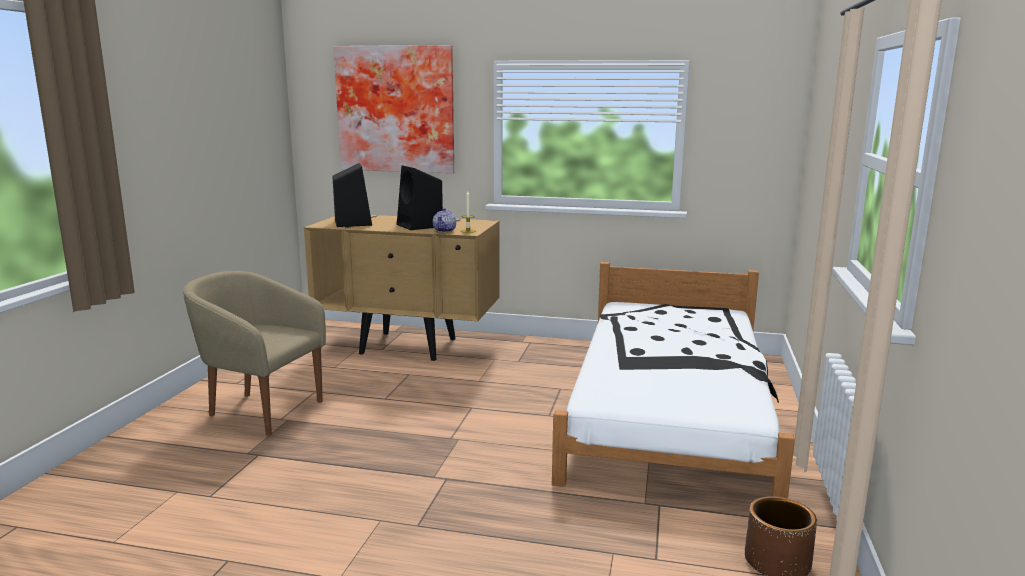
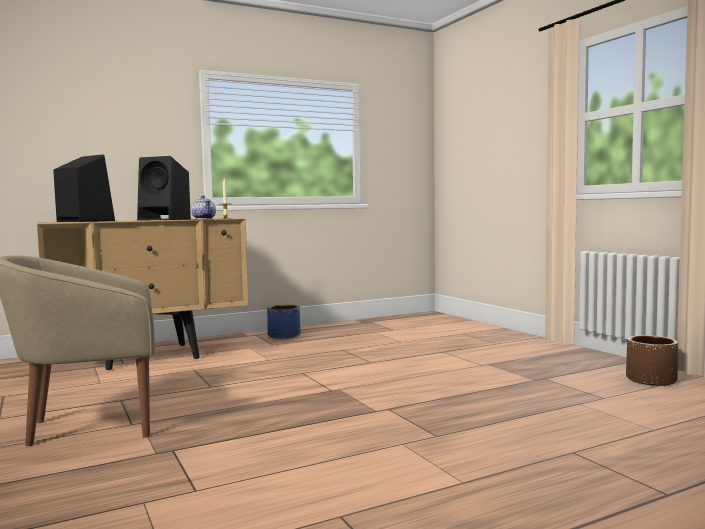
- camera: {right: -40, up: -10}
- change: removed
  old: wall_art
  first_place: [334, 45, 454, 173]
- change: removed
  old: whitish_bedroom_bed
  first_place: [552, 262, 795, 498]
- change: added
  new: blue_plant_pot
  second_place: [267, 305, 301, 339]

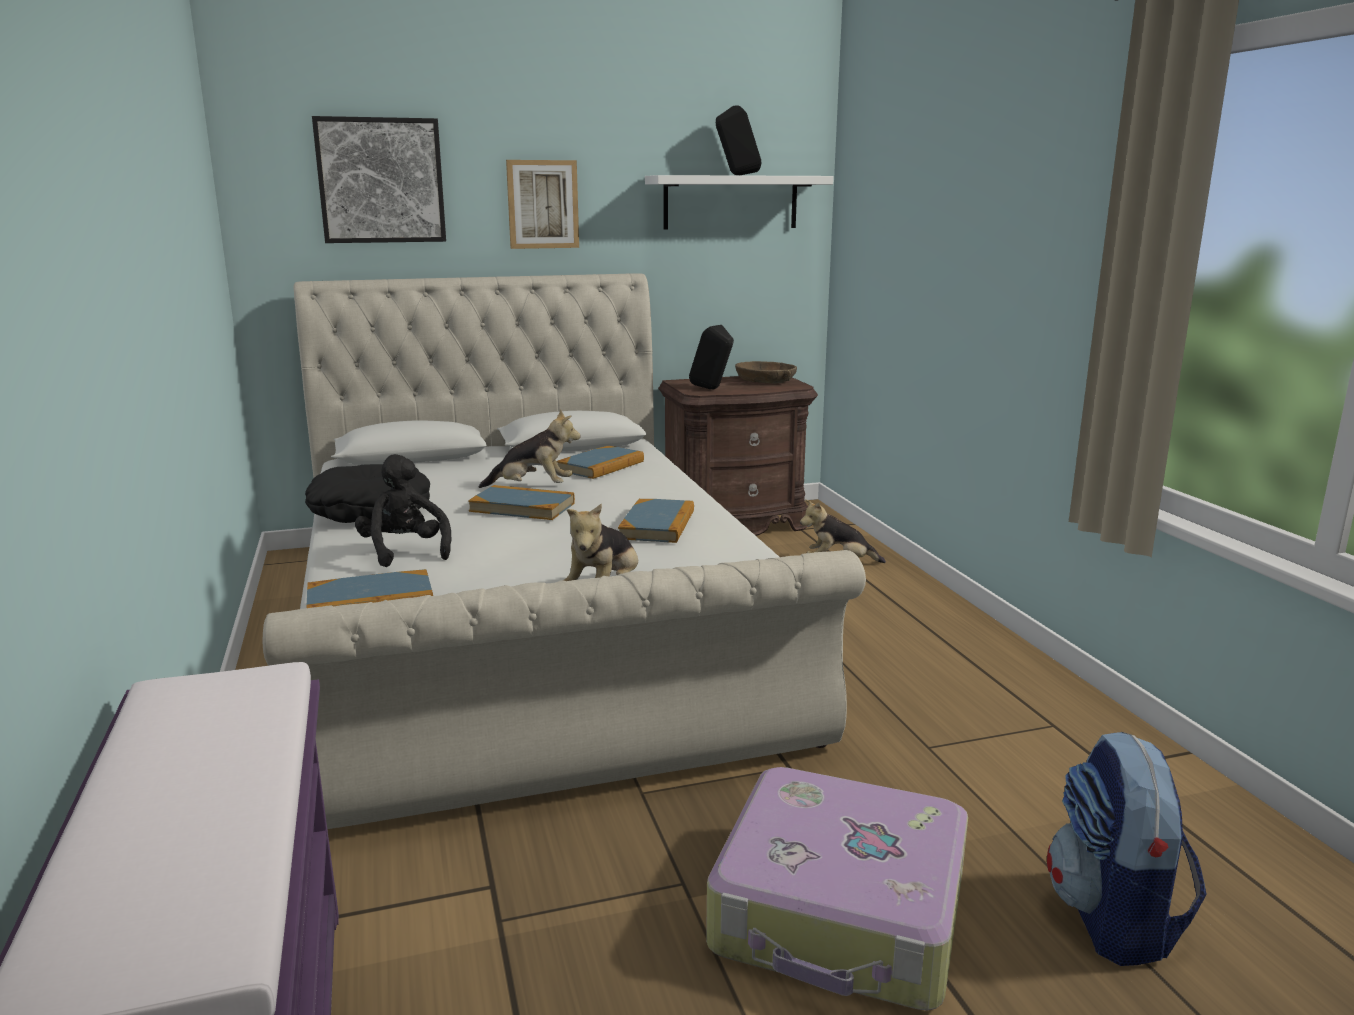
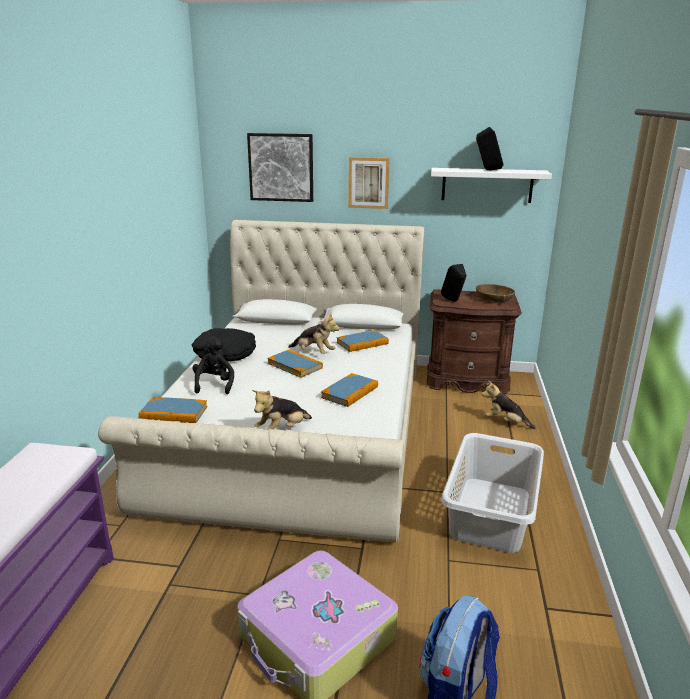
- camera: {right: 25, up: 5}
- change: added
  new: grey_washing_basket
  second_place: [441, 433, 544, 553]

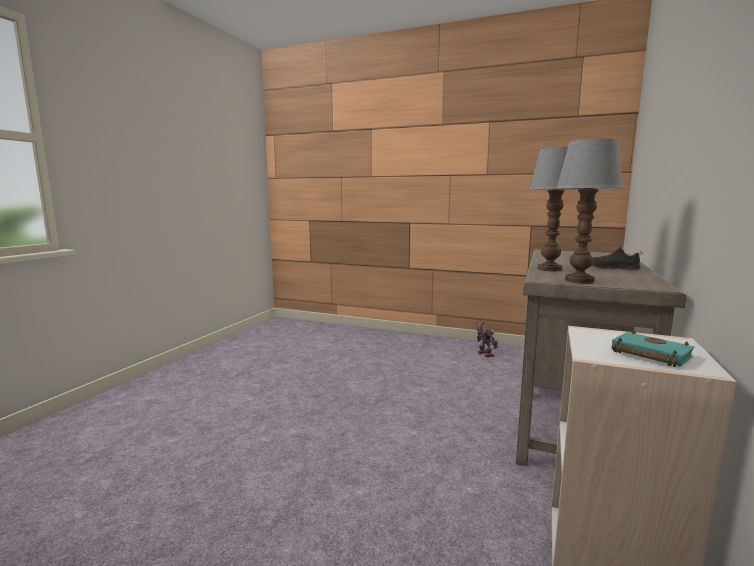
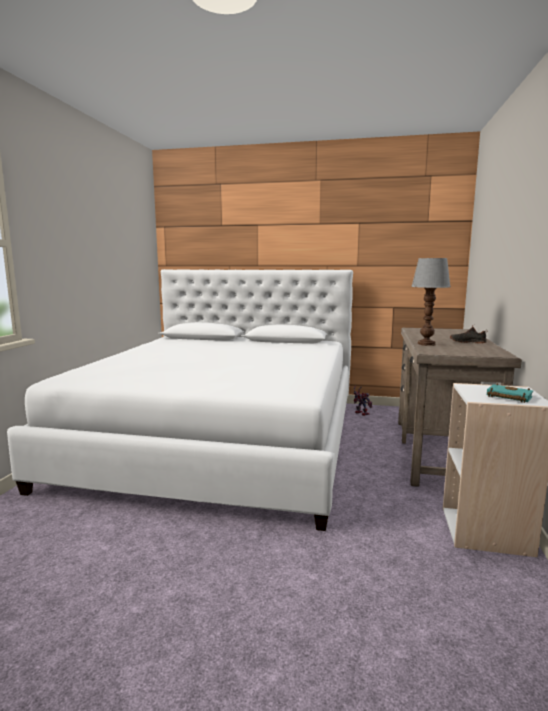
- camera: {right: -10, up: 0}
- change: removed
  old: lamp_for_a_table
  first_place: [556, 138, 623, 284]
- change: added
  new: whitish_bedroom_bed
  second_place: [7, 269, 353, 531]

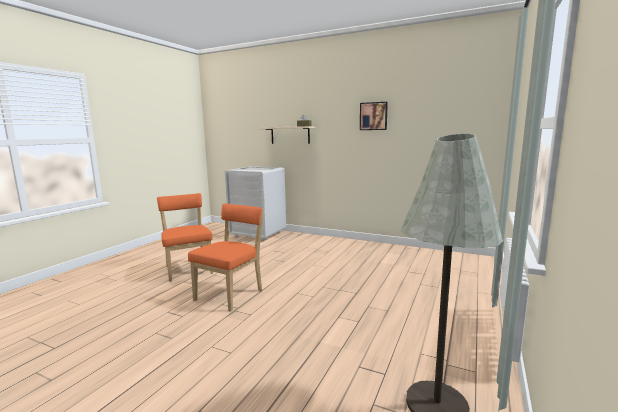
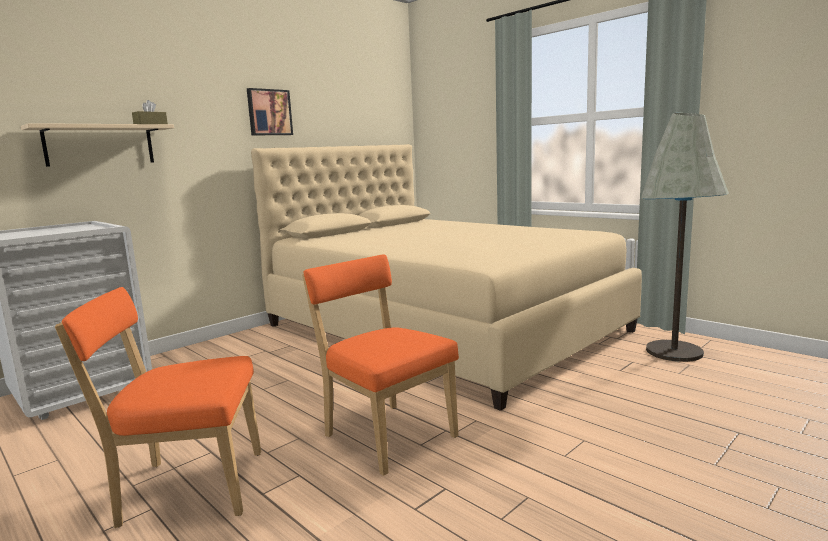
- camera: {right: -70, up: 0}
- change: added
  new: beige_bedroom_bed
  second_place: [251, 144, 642, 411]

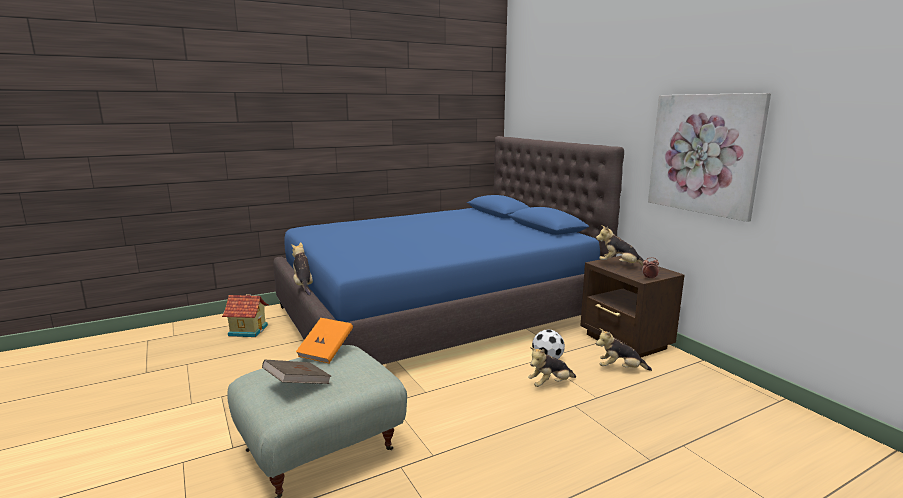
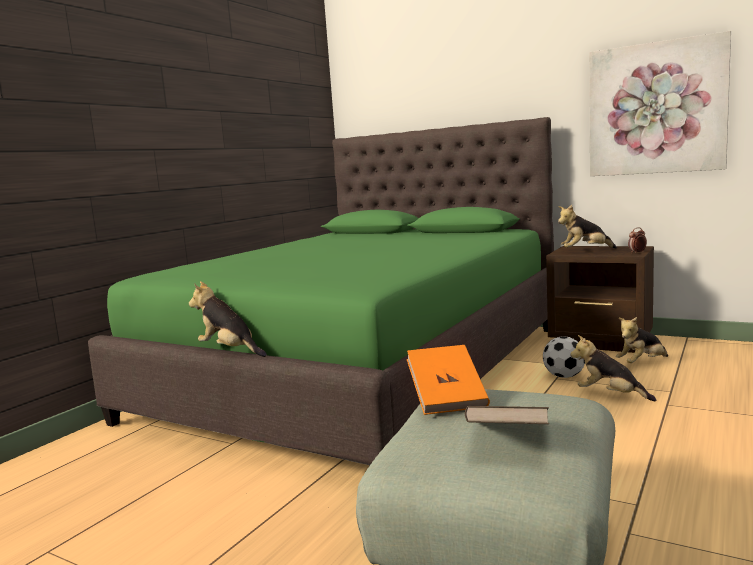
- camera: {right: -30, up: -5}
- change: recoloured
  old: blue_bedroom_bed
  new: green_bedroom_bed
  first_place: [273, 136, 624, 365]
  second_place: [88, 117, 554, 466]
- change: removed
  old: toy_house
  first_place: [222, 294, 269, 337]
- change: turned
  old: soft_toy
  first_place: [528, 347, 576, 387]
  second_place: [570, 335, 656, 401]
  degrees: 90

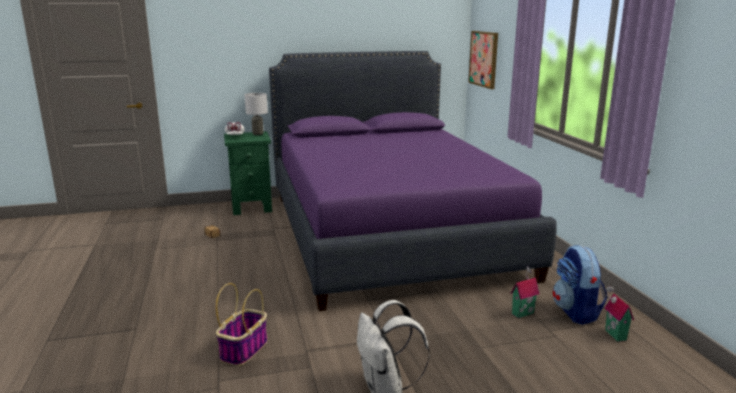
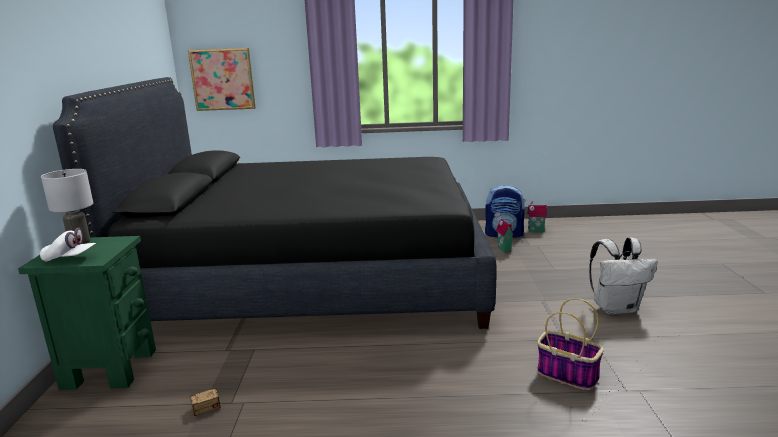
- camera: {right: -75, up: 0}
- change: recoloured
  old: purple_bedroom_bed
  new: blackish_bedroom_bed
  first_place: [269, 51, 557, 311]
  second_place: [53, 77, 497, 329]

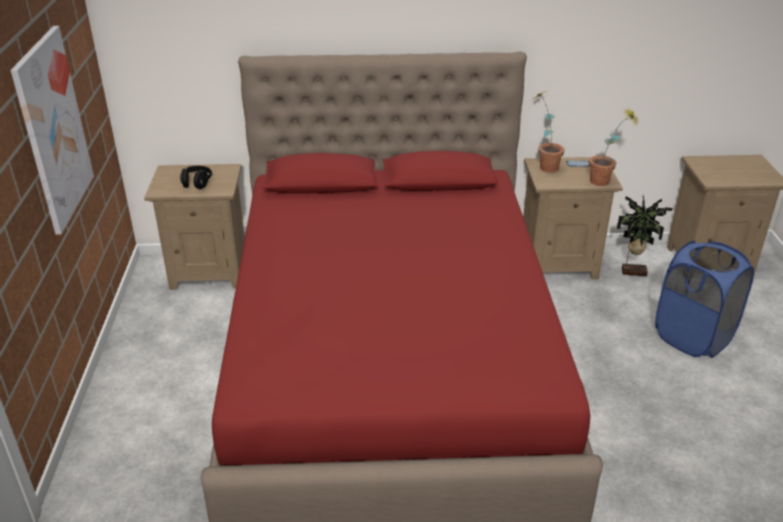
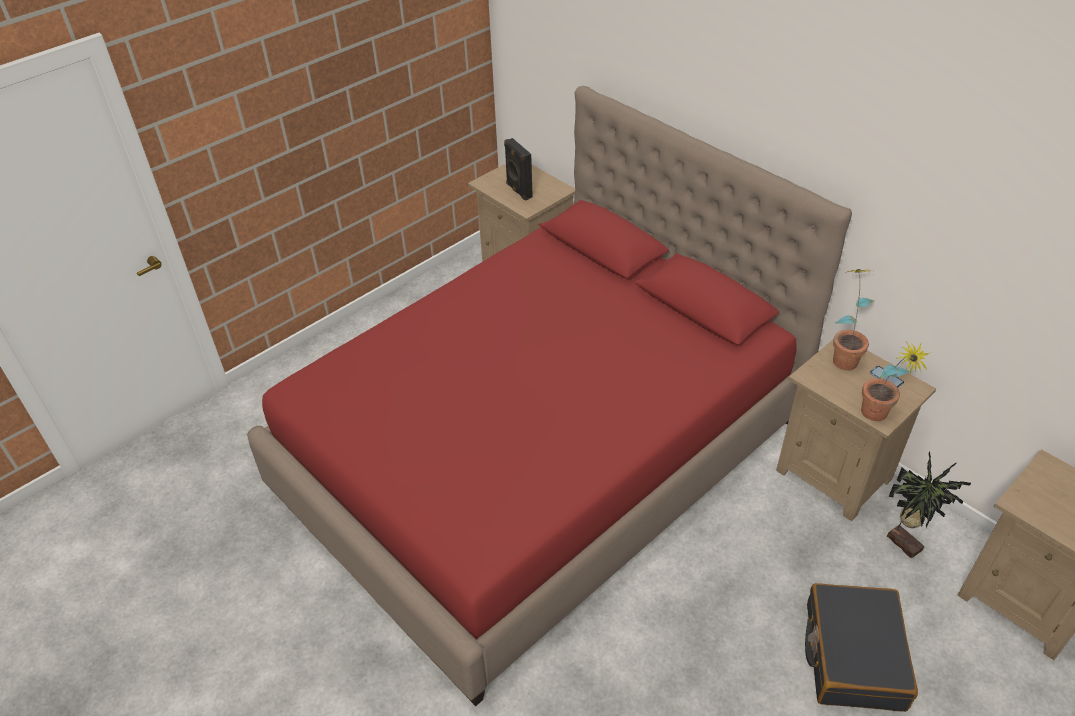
- camera: {right: 50, up: 10}
- change: removed
  old: wall_art
  first_place: [11, 26, 94, 235]
- change: replaced
  old: blackish_headset
  new: blackish_speaker
  first_place: [180, 166, 212, 189]
  second_place: [504, 138, 533, 201]
- change: replaced
  old: blue_washing_basket
  new: blackish_piece_of_luggage
  first_place: [655, 241, 754, 358]
  second_place: [805, 583, 918, 712]

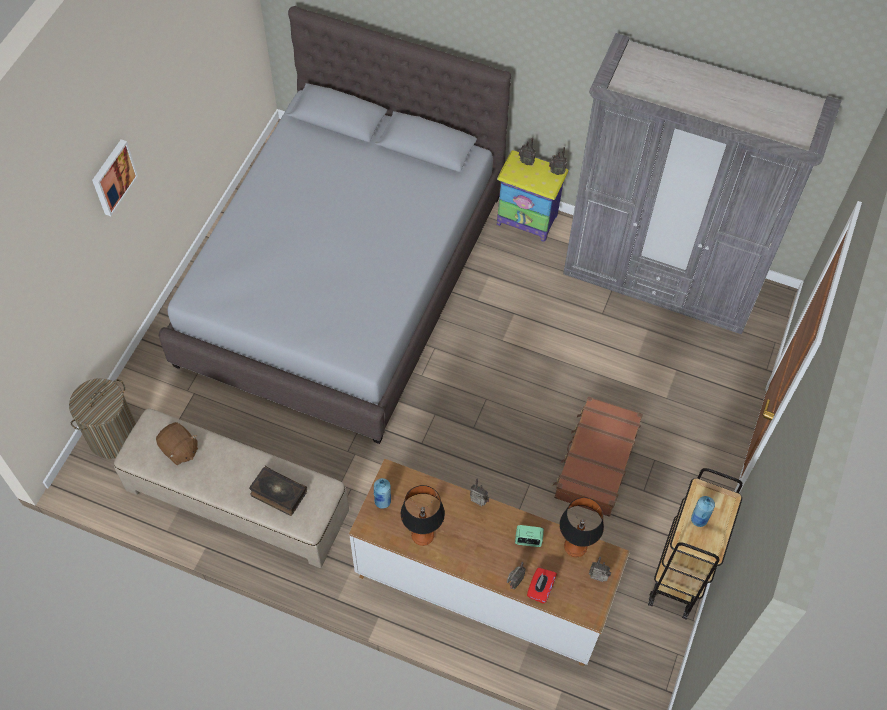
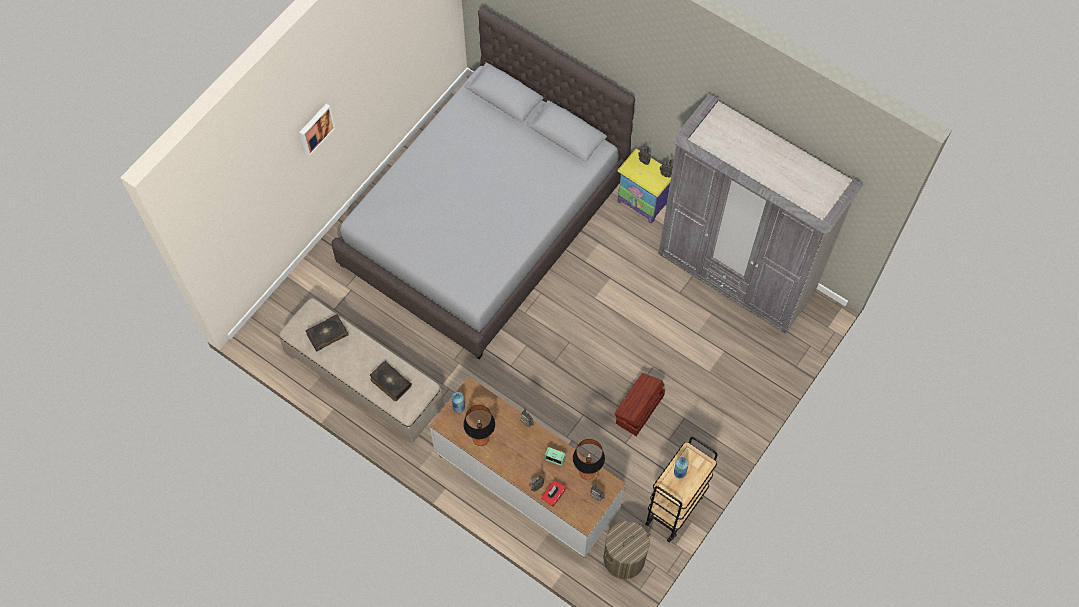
- camera: {right: 15, up: 5}
- change: moved
  old: washing_basket
  first_place: [69, 378, 136, 459]
  second_place: [604, 521, 650, 579]
- change: replaced
  old: brownish_piece_of_luggage
  new: brownish_storage_bin
  first_place: [553, 396, 643, 517]
  second_place: [614, 373, 665, 436]
- change: replaced
  old: brownish_soft_toy
  new: bound_book
  first_place: [156, 422, 198, 465]
  second_place: [306, 314, 349, 351]

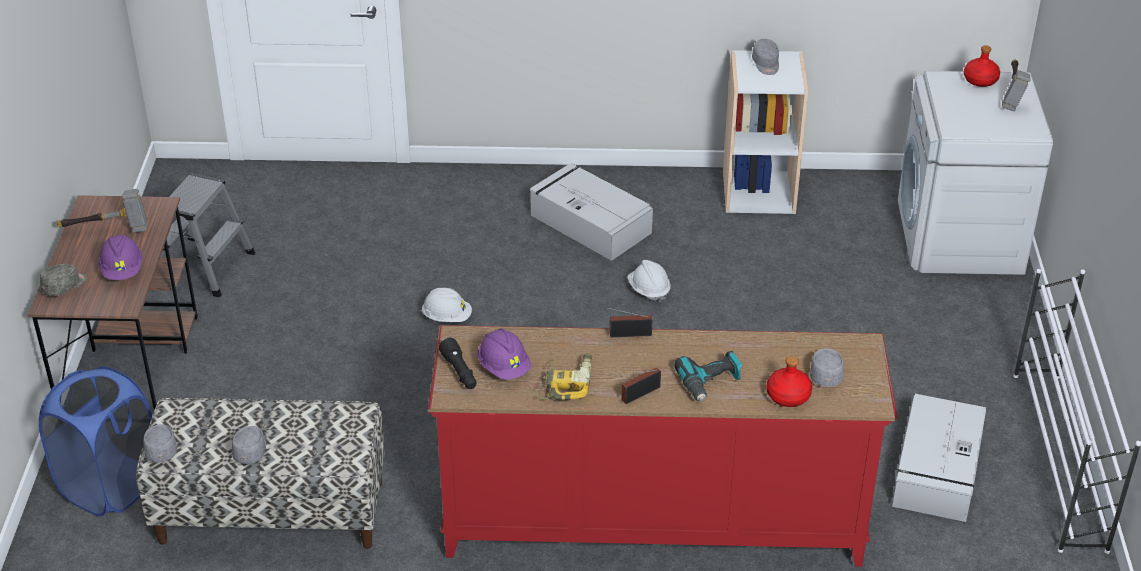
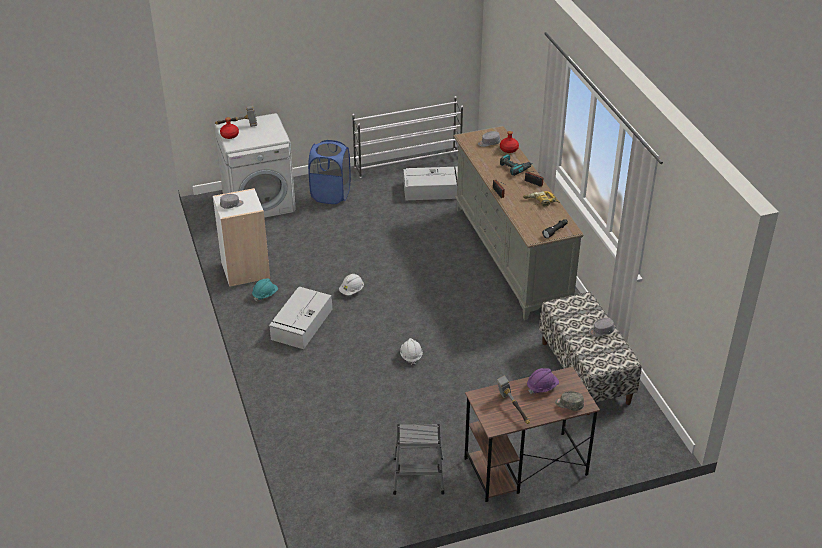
- camera: {right: -110, up: 0}
- change: recoloured
  old: red_storage_cabinet
  new: grey_storage_cabinet
  first_place: [428, 325, 898, 567]
  second_place: [453, 126, 584, 320]
- change: removed
  old: purple_safety_helmet
  first_place: [478, 328, 531, 380]
- change: moved
  old: blue_washing_basket
  first_place: [39, 366, 152, 517]
  second_place: [308, 140, 351, 204]
- change: removed
  old: grey_cap
  first_place: [143, 425, 177, 463]
- change: added
  new: blue-green_safety_helmet
  second_place: [252, 279, 278, 301]

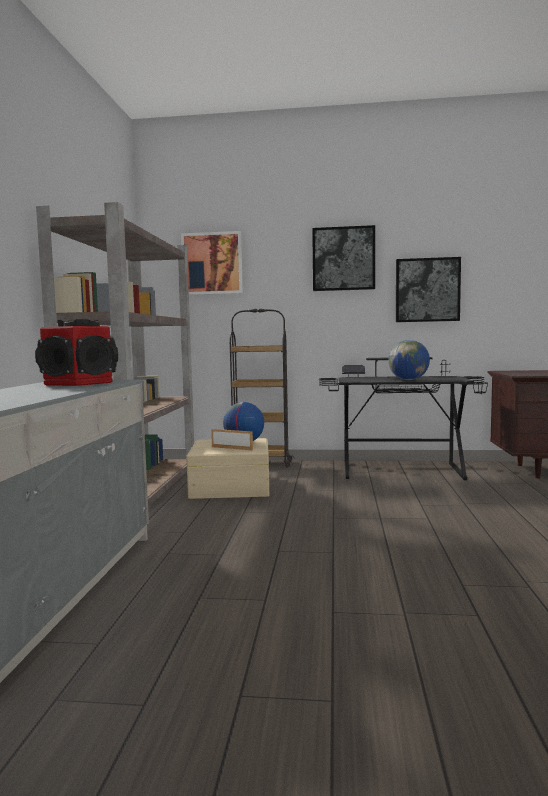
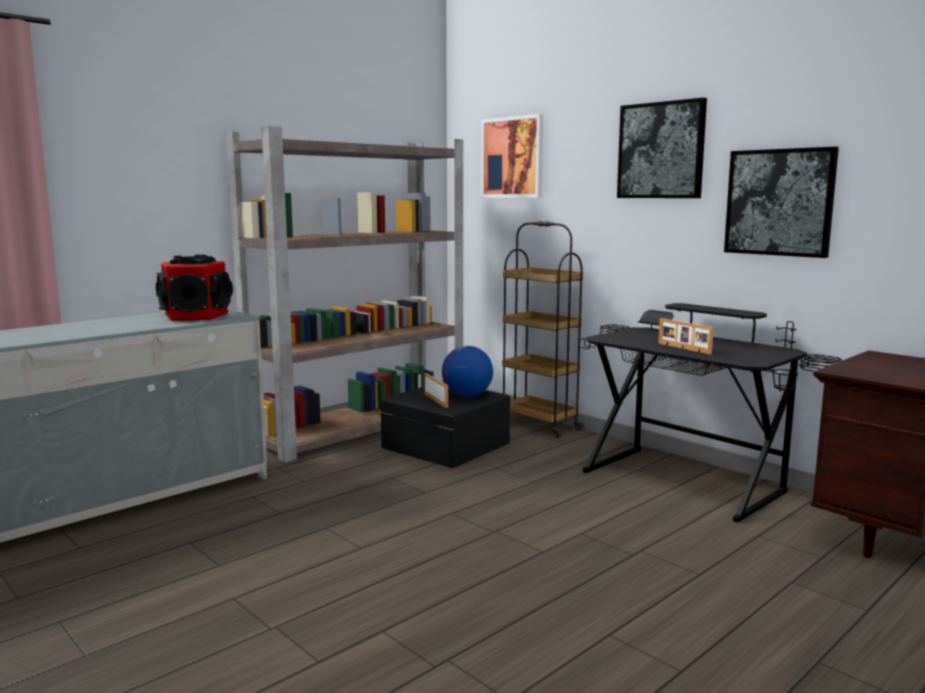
- camera: {right: 40, up: 5}
- change: replaced
  old: world_globe
  new: picture_frame
  first_place: [388, 340, 430, 380]
  second_place: [658, 318, 714, 355]
- change: recoloured
  old: beige_storage_bin
  new: blackish_storage_bin
  first_place: [186, 438, 269, 499]
  second_place: [381, 382, 510, 468]

